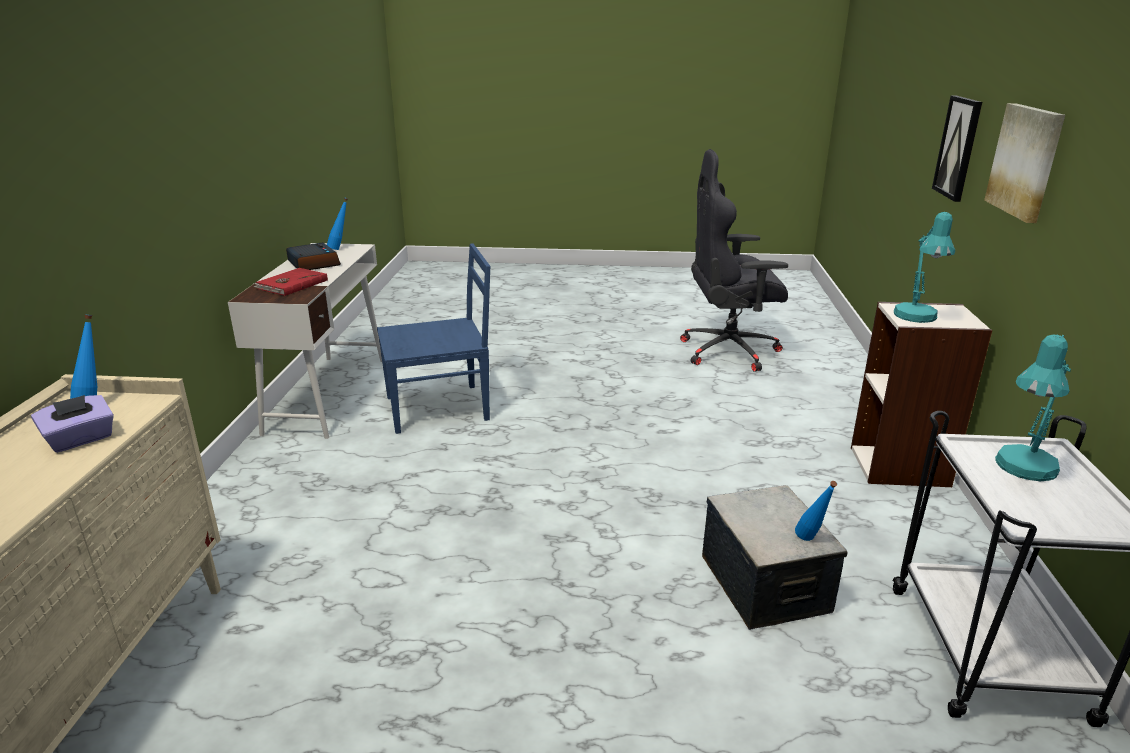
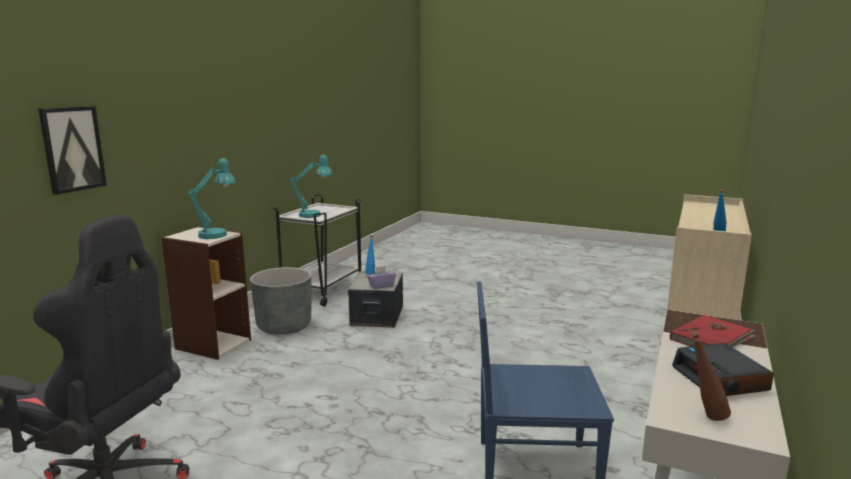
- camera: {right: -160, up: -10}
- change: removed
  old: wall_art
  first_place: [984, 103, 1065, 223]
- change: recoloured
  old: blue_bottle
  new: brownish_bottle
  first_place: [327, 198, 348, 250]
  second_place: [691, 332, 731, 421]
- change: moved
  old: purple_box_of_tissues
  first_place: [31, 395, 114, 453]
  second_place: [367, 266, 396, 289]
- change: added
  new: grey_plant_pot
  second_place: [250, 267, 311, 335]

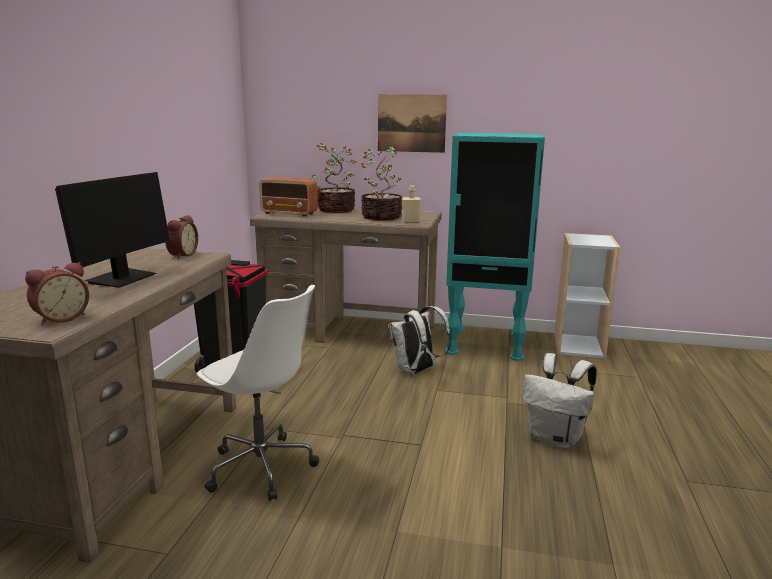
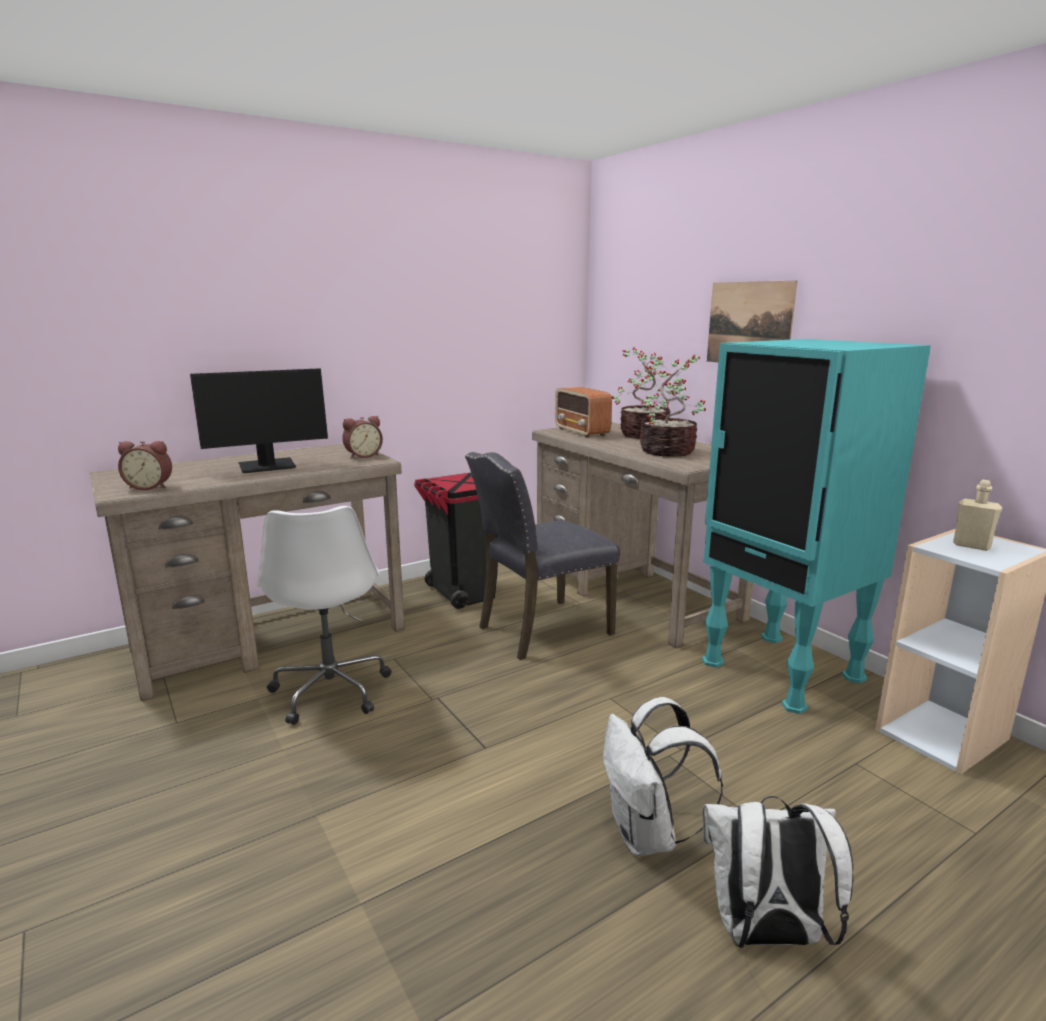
- camera: {right: 45, up: 0}
- change: moved
  old: beige_bottle
  first_place: [402, 185, 422, 223]
  second_place: [953, 480, 1002, 551]
- change: moved
  old: whitish_backpack
  first_place: [389, 306, 451, 375]
  second_place: [703, 796, 853, 948]
- change: added
  new: grey_plain_chair
  second_place: [465, 452, 620, 660]

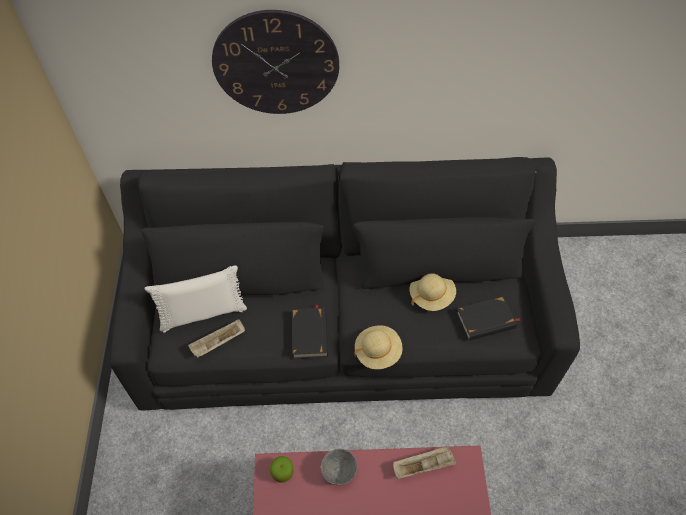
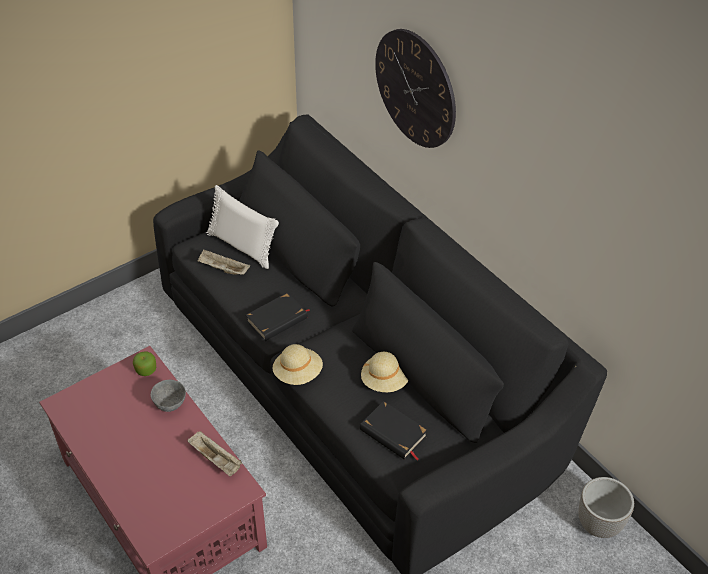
- camera: {right: 55, up: -10}
- change: added
  new: plant_pot
  second_place: [579, 477, 634, 538]

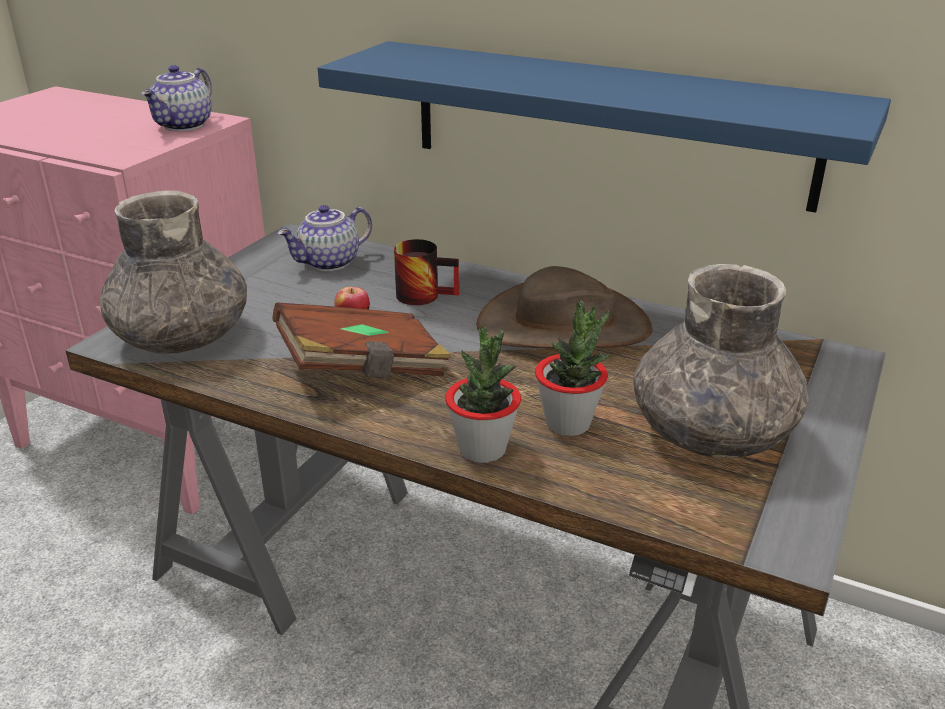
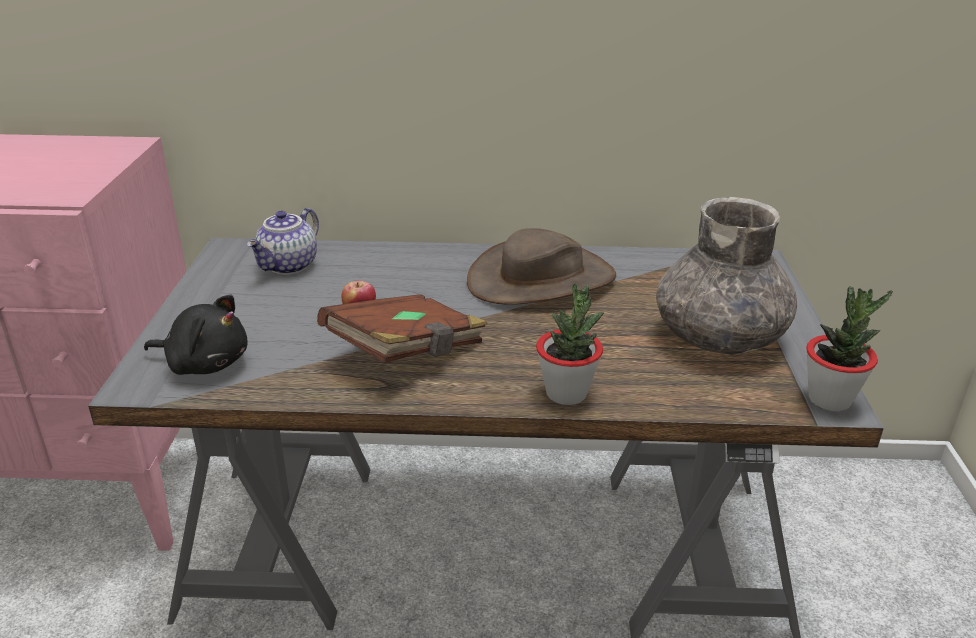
- camera: {right: -25, up: 0}
- change: removed
  old: blue_wall_shelf
  first_place: [318, 41, 891, 213]
- change: removed
  old: tea_pot
  first_place: [141, 65, 212, 131]
- change: replaced
  old: grey_flower_vase
  new: blackish_soft_toy
  first_place: [100, 190, 247, 353]
  second_place: [144, 295, 247, 375]
- change: removed
  old: coffee_mug
  first_place: [394, 239, 459, 305]
- change: moved
  old: plant_in_a_pot
  first_place: [535, 301, 611, 436]
  second_place: [806, 286, 893, 411]

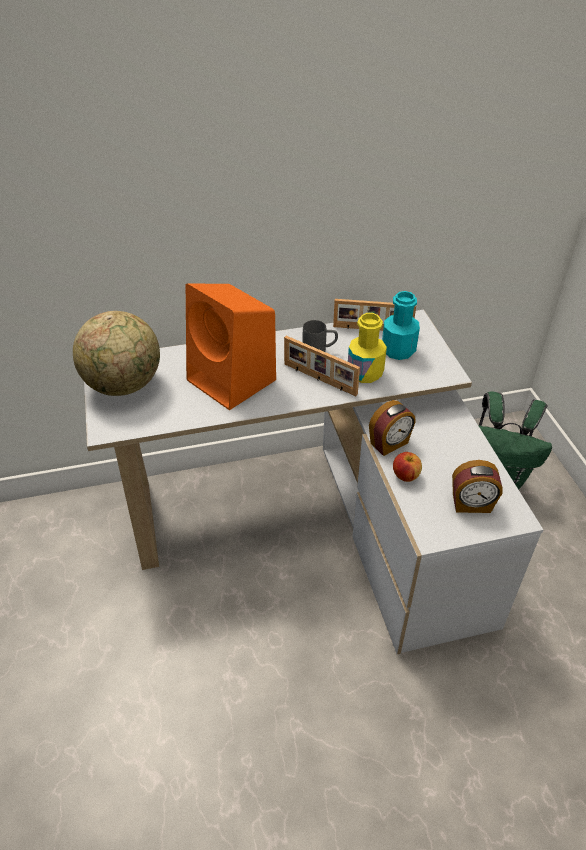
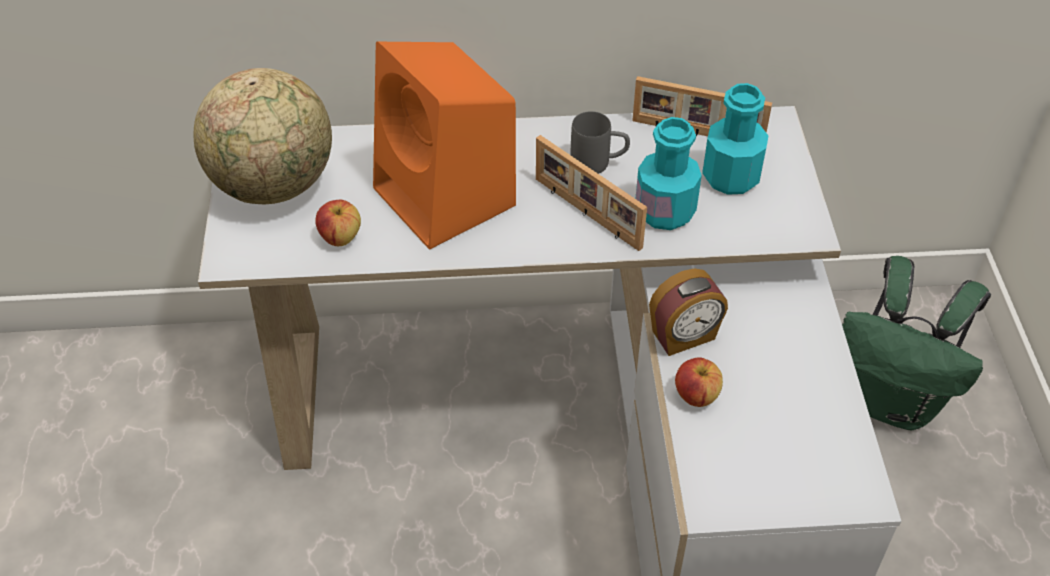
- camera: {right: 10, up: 5}
- change: recoloured
  old: yellow_bottle
  new: blue-green_bottle
  first_place: [348, 313, 387, 383]
  second_place: [635, 117, 702, 230]
- change: removed
  old: alarm_clock
  first_place: [452, 460, 503, 513]
- change: added
  new: apple_fruit
  second_place: [315, 200, 361, 246]

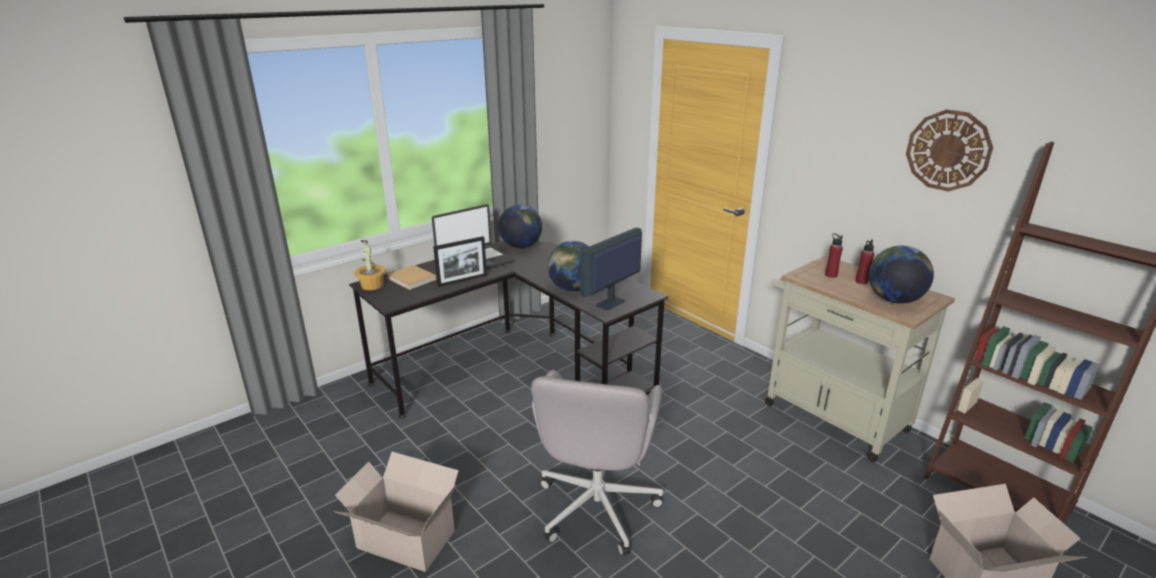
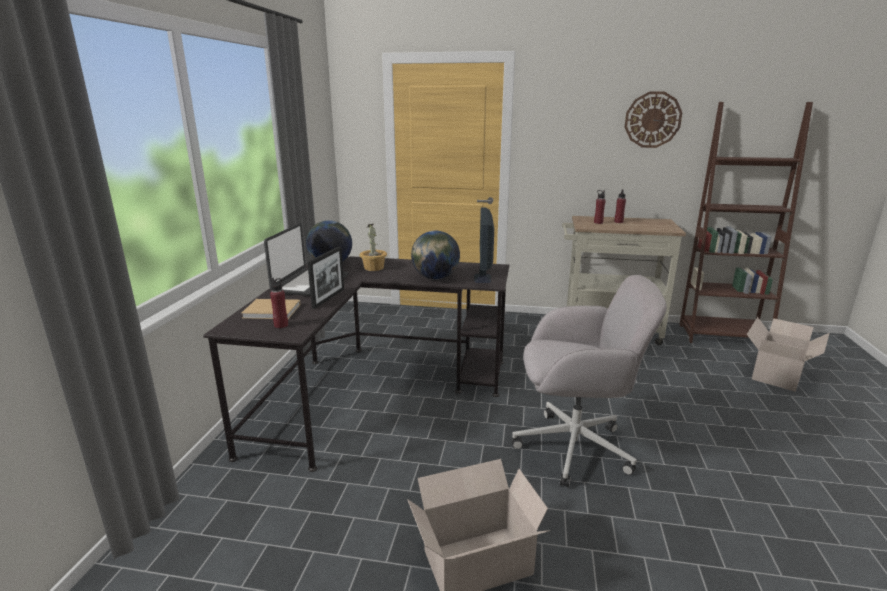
- camera: {right: -40, up: -5}
- change: moved
  old: plant_in_a_pot
  first_place: [354, 240, 386, 290]
  second_place: [359, 224, 387, 271]
- change: removed
  old: world_globe
  first_place: [869, 246, 934, 304]
- change: turned
  old: grey_computer_chair
  first_place: [531, 370, 663, 556]
  second_place: [512, 275, 667, 487]
  degrees: -60
- change: added
  new: red_bottle
  second_place: [270, 278, 288, 328]

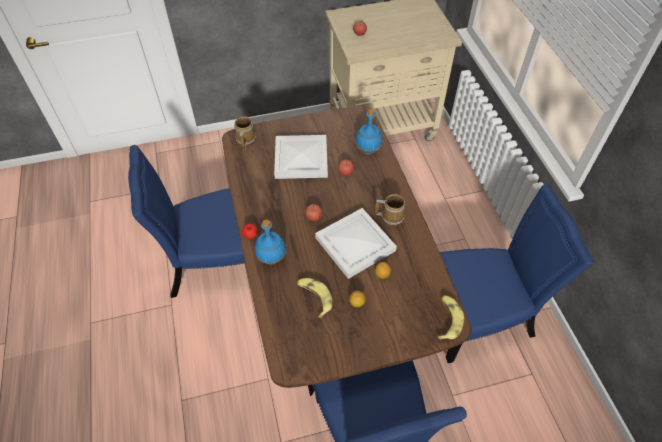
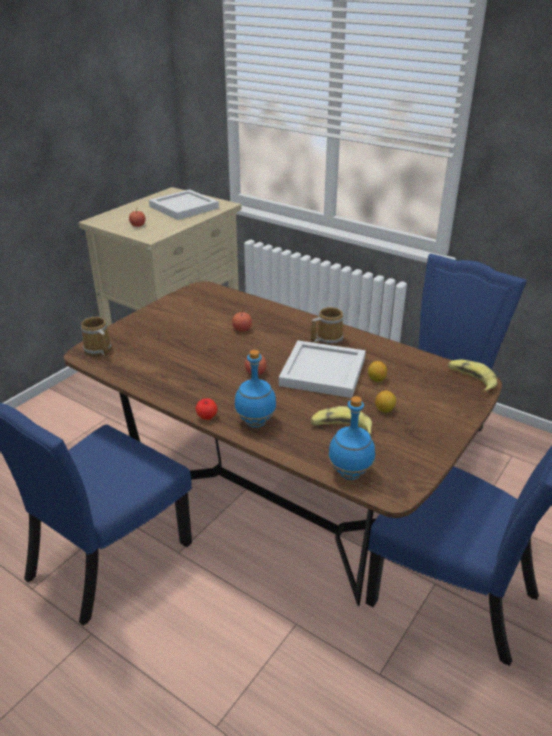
- camera: {right: -40, up: -20}
- change: moved
  old: blue_bottle
  first_place: [355, 109, 382, 154]
  second_place: [328, 396, 375, 480]
- change: moved
  old: whitish_tray
  first_place: [274, 135, 328, 179]
  second_place: [149, 189, 219, 220]

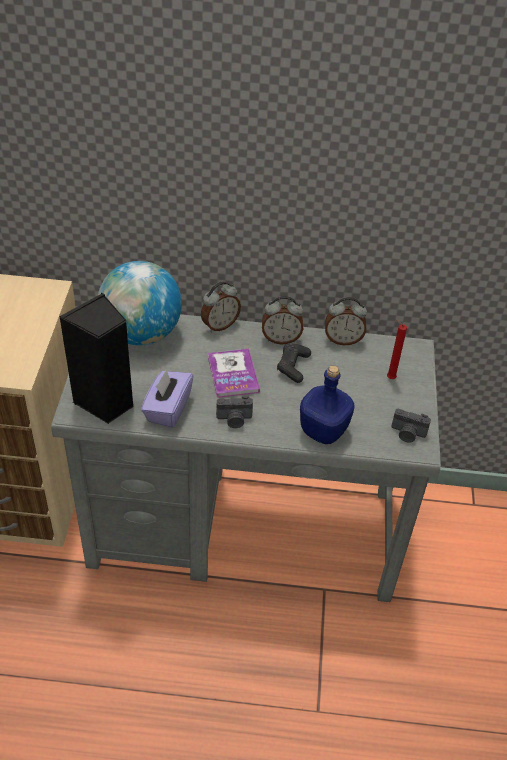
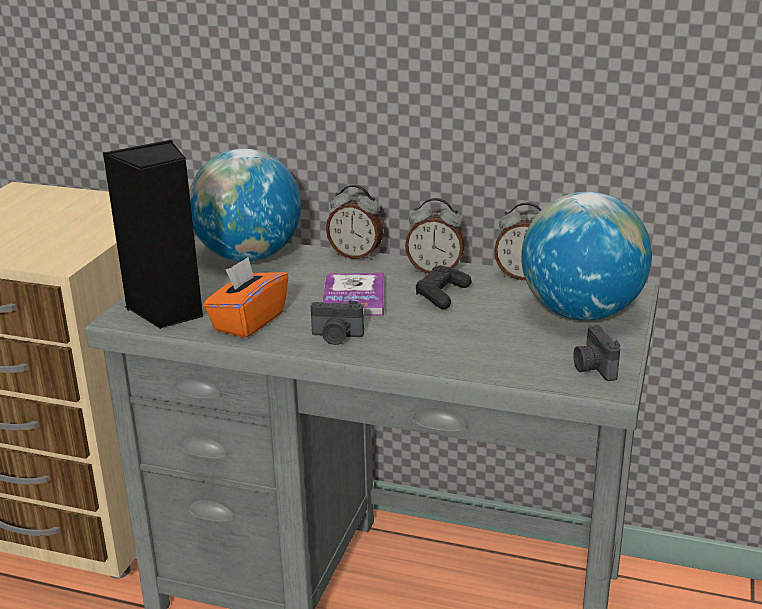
- camera: {right: 15, up: -20}
- change: turned
  old: alarm_clock
  first_place: [201, 281, 241, 332]
  second_place: [326, 185, 383, 260]
  degrees: 45
- change: replaced
  old: red_wax_light
  new: world_globe
  first_place: [387, 319, 407, 379]
  second_place: [521, 192, 652, 321]
- change: removed
  old: blue_bottle
  first_place: [300, 365, 355, 444]
- change: recoloured
  old: purple_box_of_tissues
  new: orange_box_of_tissues
  first_place: [141, 369, 193, 428]
  second_place: [203, 257, 288, 338]
- change: turned
  old: still_camera
  first_place: [391, 409, 431, 443]
  second_place: [573, 325, 620, 381]
  degrees: 45

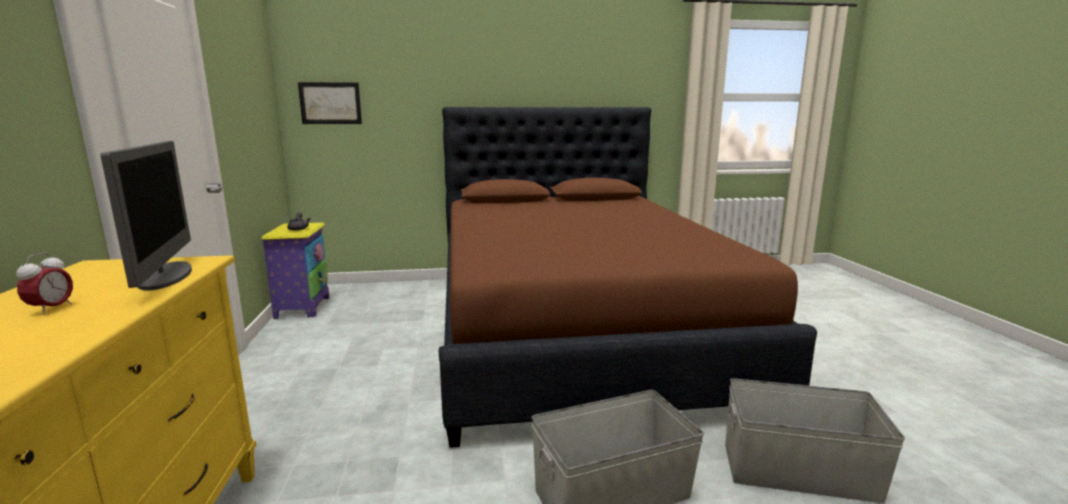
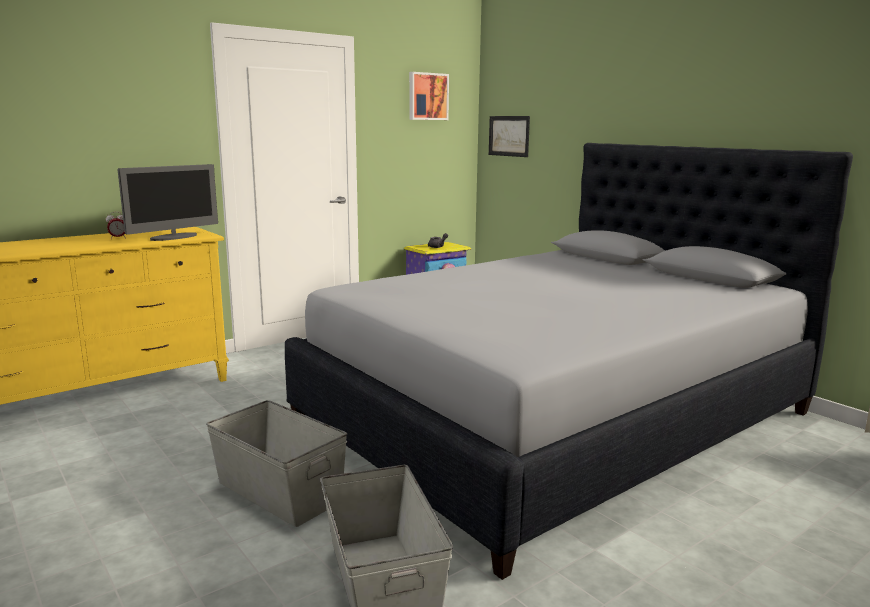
- camera: {right: 60, up: 0}
- change: recoloured
  old: brownish_bedroom_bed
  new: grey_bedroom_bed
  first_place: [438, 107, 817, 448]
  second_place: [285, 143, 853, 580]
- change: added
  new: wall_art
  second_place: [409, 72, 449, 120]

